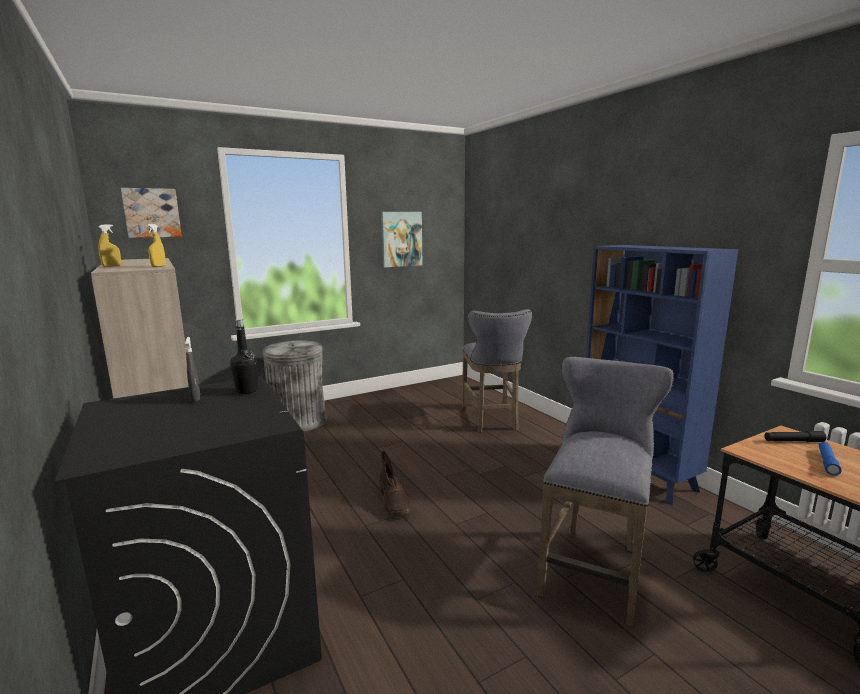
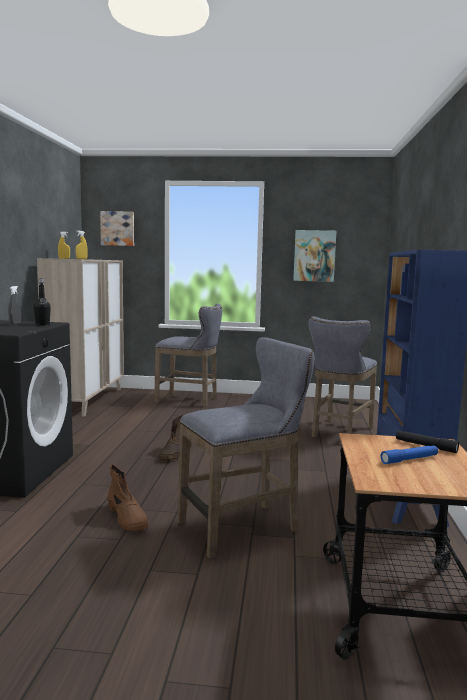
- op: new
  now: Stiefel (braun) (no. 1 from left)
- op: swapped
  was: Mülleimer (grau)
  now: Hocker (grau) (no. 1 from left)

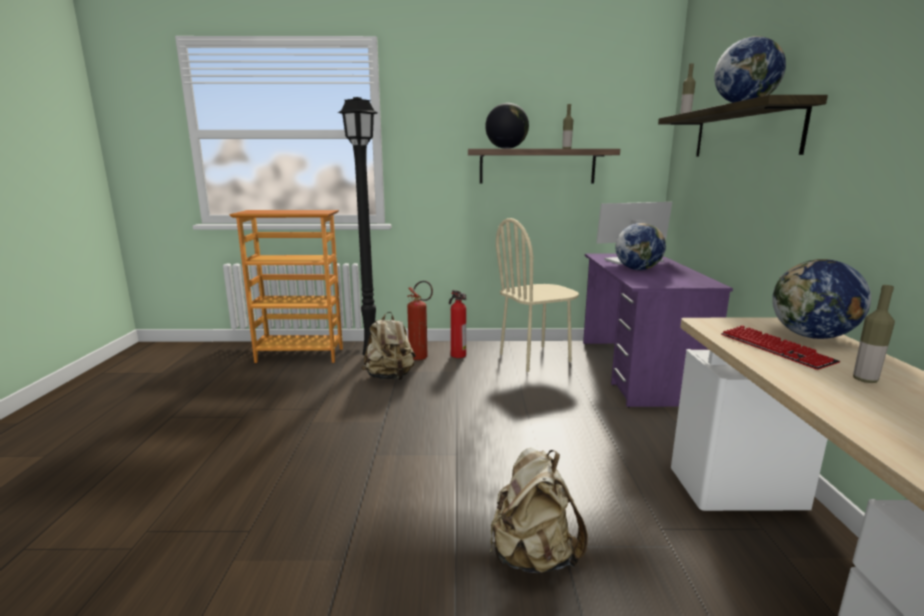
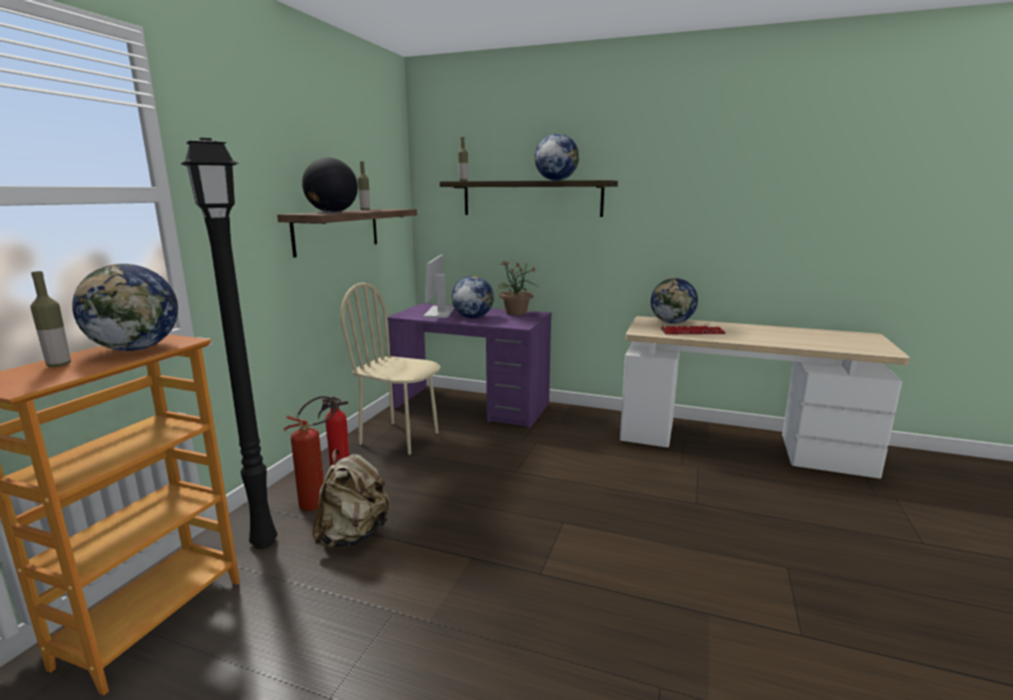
- op: shifted
  was: Flasche (no. 3 from left in the first image)
  now: Flasche (no. 1 from left)
- op: new
  now: Globus (no. 1 from left)
- op: rotated
  was: Stuhl (beige)
  clockwise: 120
- op: new
  now: Topfpflanze
- op: gone
  was: Rucksack (beige) (no. 2 from left)

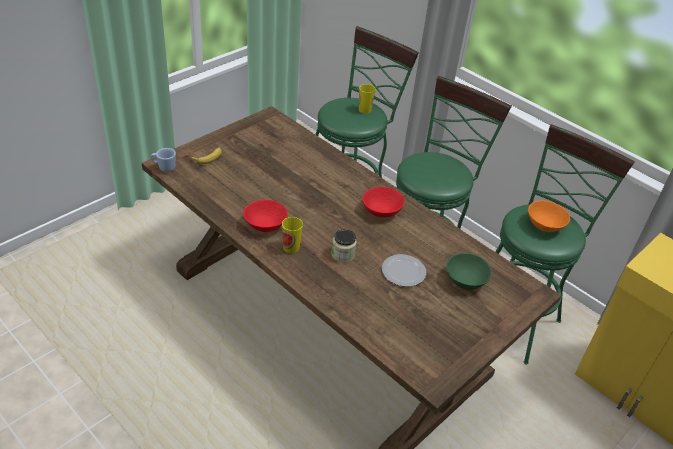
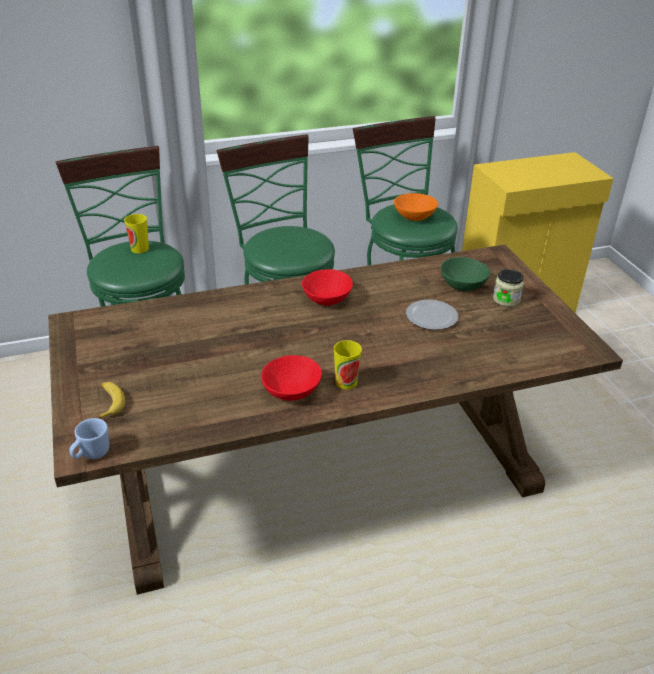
- op: shifted
  was: Vorratsglas

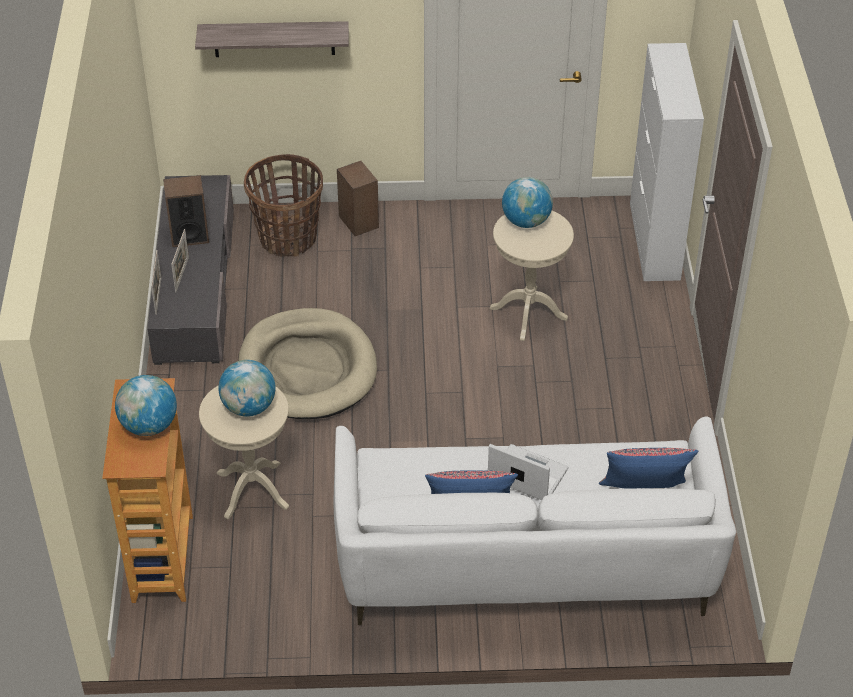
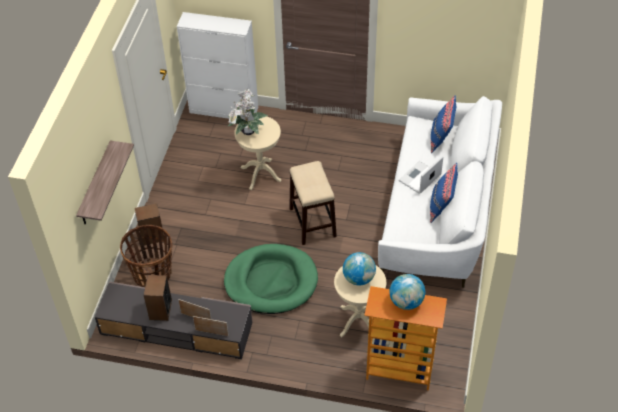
- op: repainted
  was: Hundebett (beige)
  now: Hundebett (grün)
- op: swapped
  was: Globus (no. 3 from left)
  now: Topfpflanze
- op: new
  now: Hocker

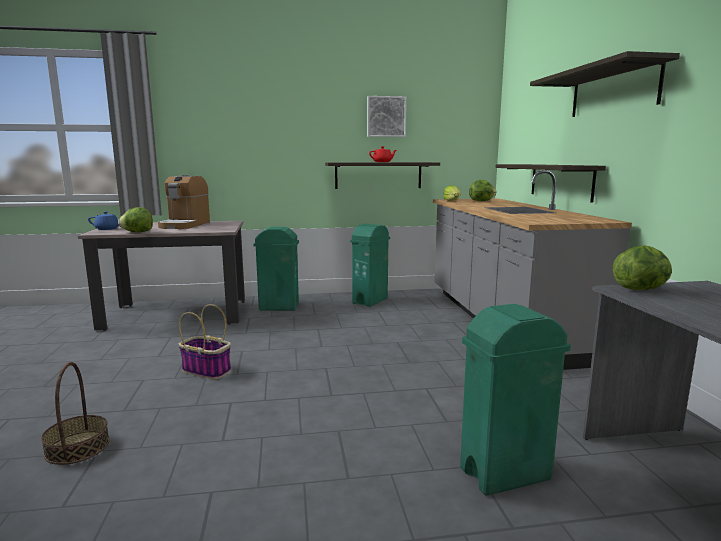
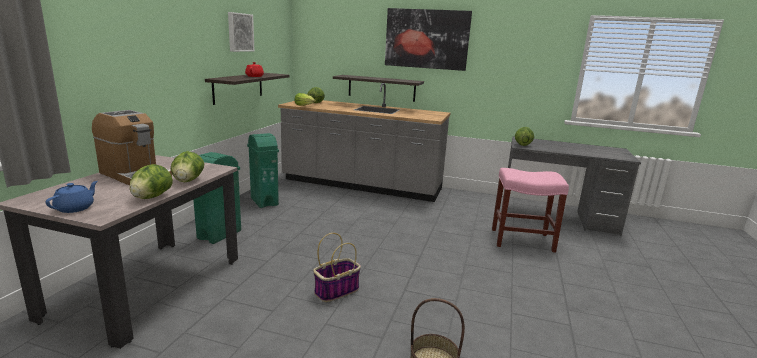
- op: new
  now: Salatkopf (no. 2 from left)
- op: swapped
  was: Wandregal (no. 3 from left)
  now: Bild (no. 2 from left)
- op: swapped
  was: Mülleimer (grün) (no. 3 from left)
  now: Hocker (rosa)

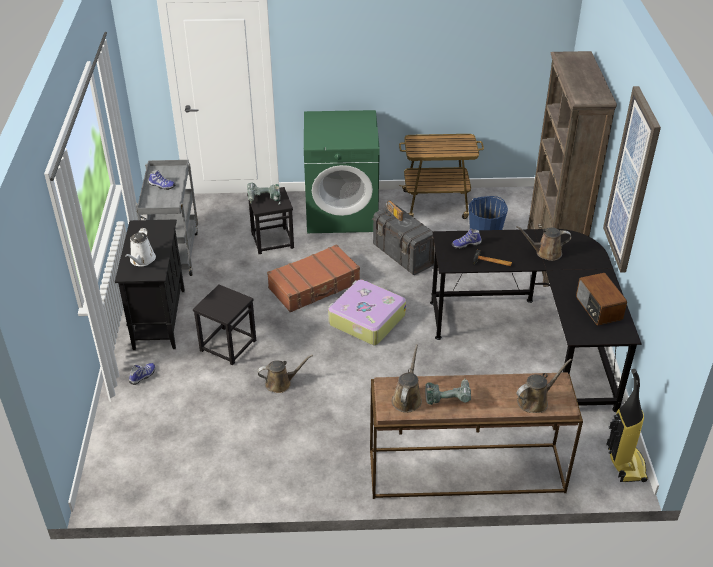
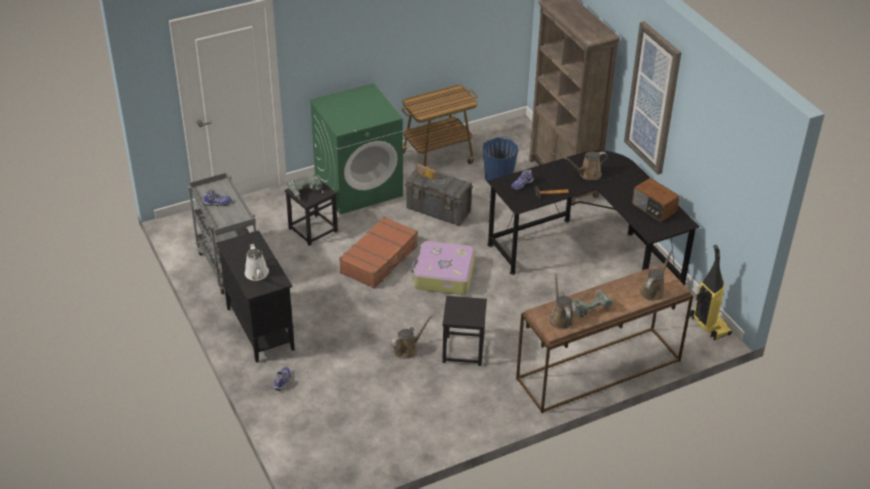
- op: shifted
  was: Hocker (schwarz) (no. 1 from left in the first image)
  now: Hocker (schwarz) (no. 2 from left)

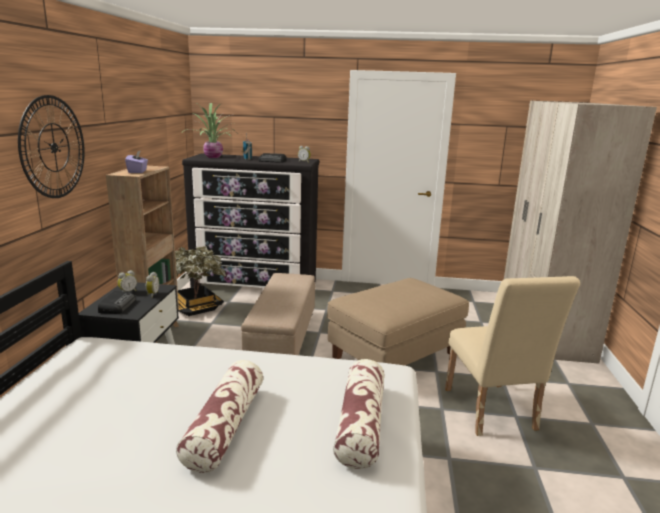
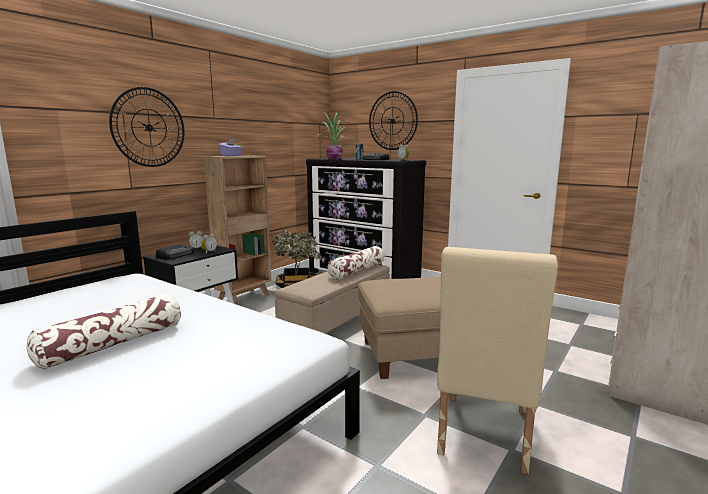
- op: shifted
  was: Kissen (no. 2 from left)
- op: new
  now: Wanduhr (no. 2 from left)

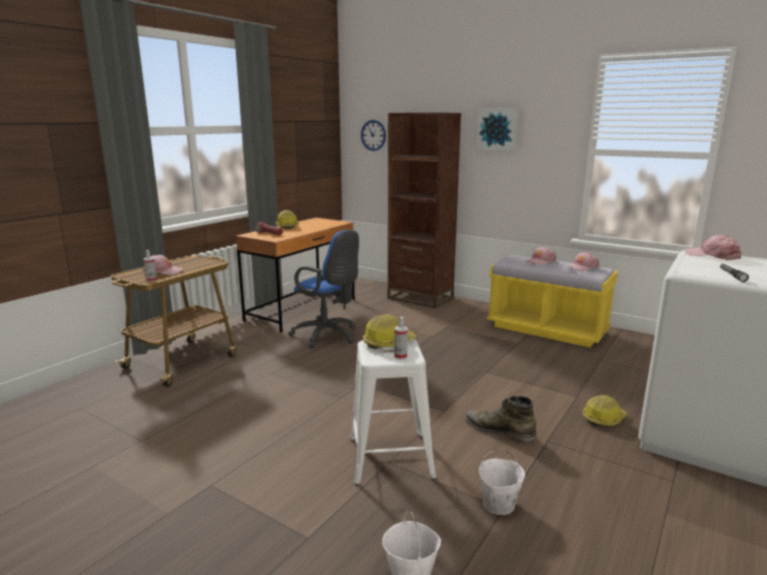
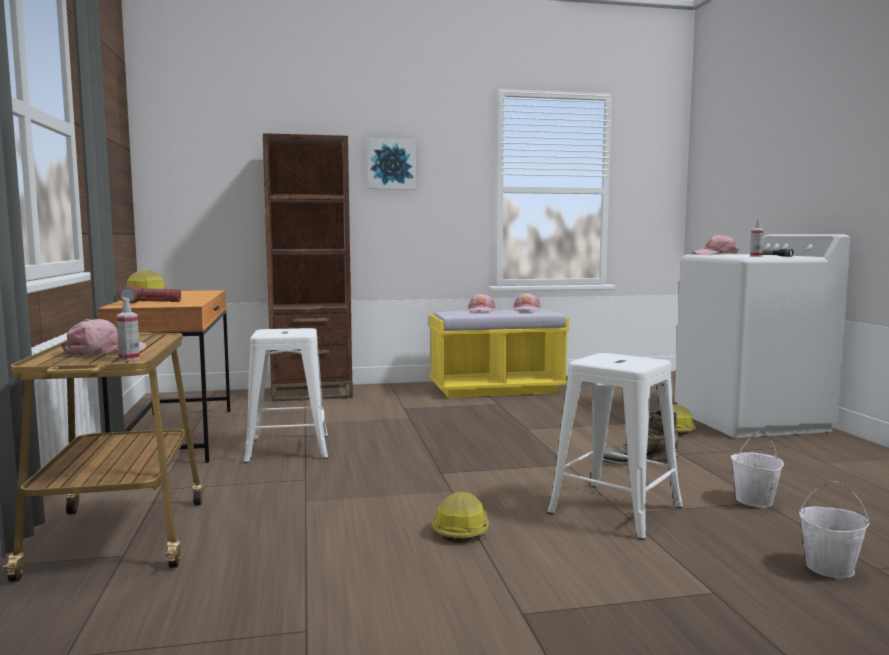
- op: swapped
  was: Bürostuhl (blau)
  now: Hocker (weiß) (no. 1 from left)
- op: shifted
  was: Schutzhelm (no. 2 from left)
- op: shifted
  was: Sprühflasche (no. 2 from left)
- op: gone
  was: Wanduhr

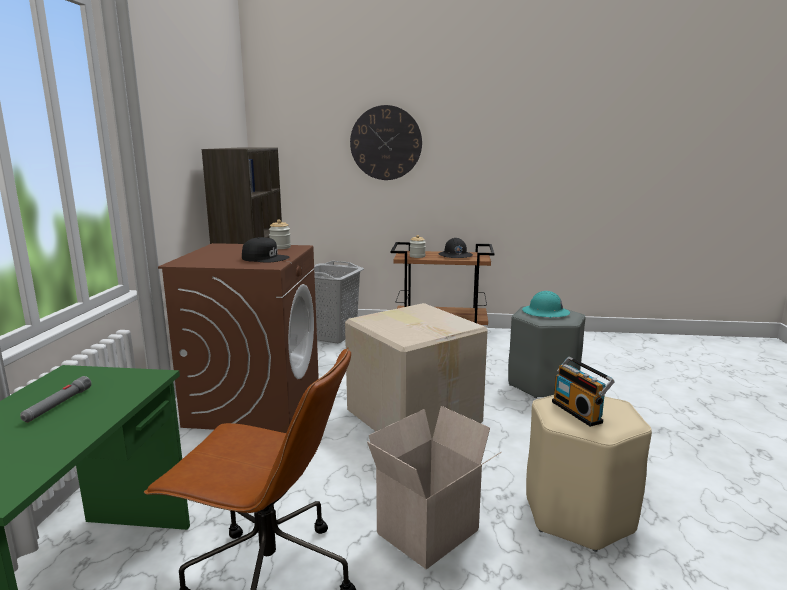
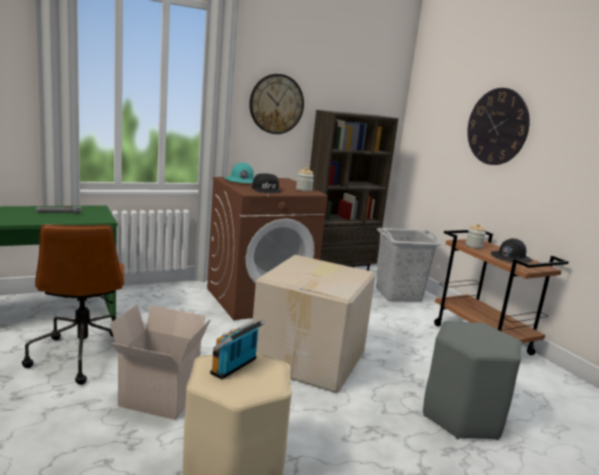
- op: shifted
  was: Schutzhelm (türkis)
- op: new
  now: Wanduhr (no. 1 from left)

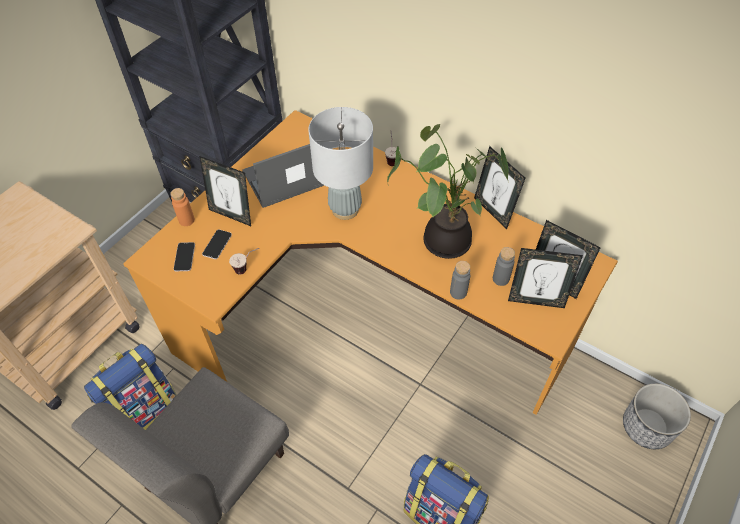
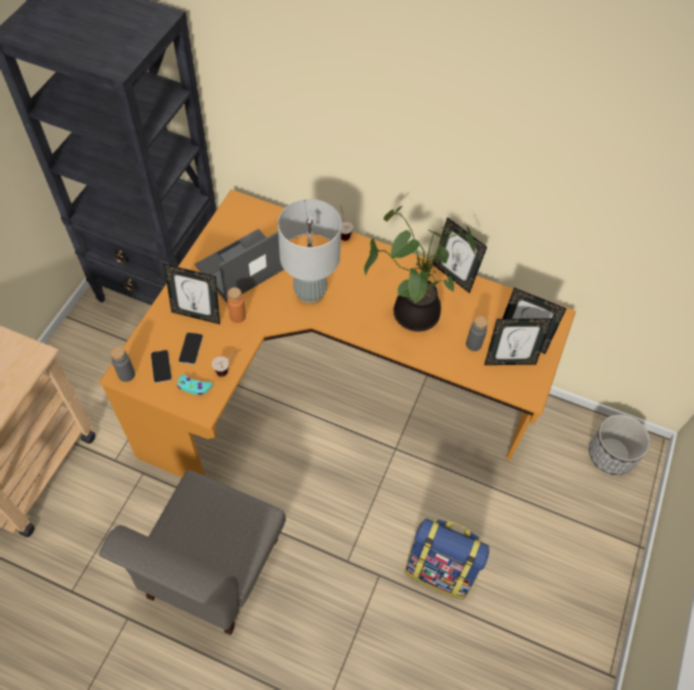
- op: shifted
  was: Flasche (grau) (no. 1 from left)
- op: new
  now: Gamepad (türkis)
- op: shifted
  was: Flasche (orange)
- op: gone
  was: Rucksack (no. 1 from left)

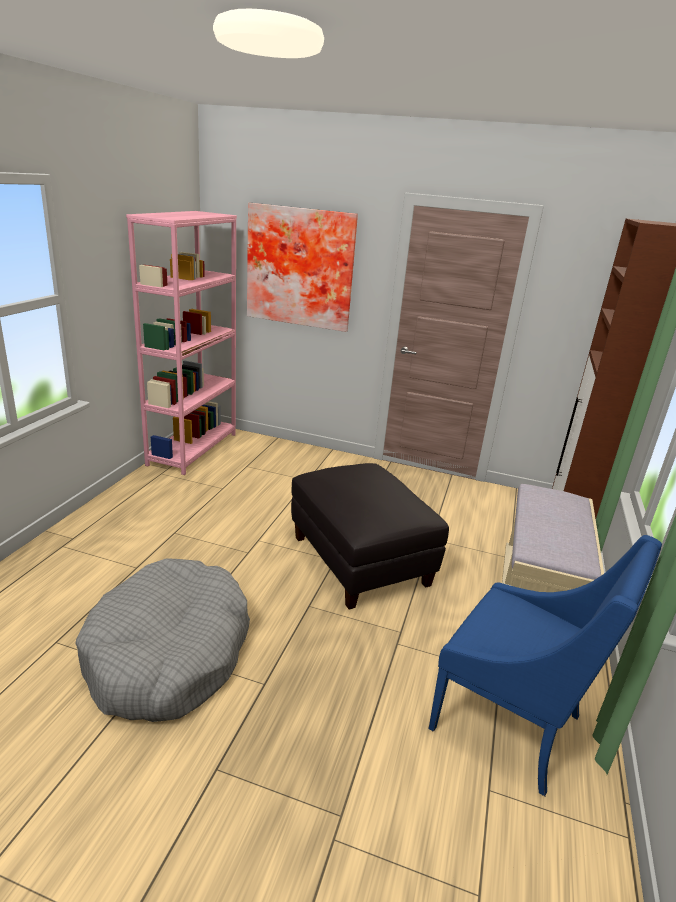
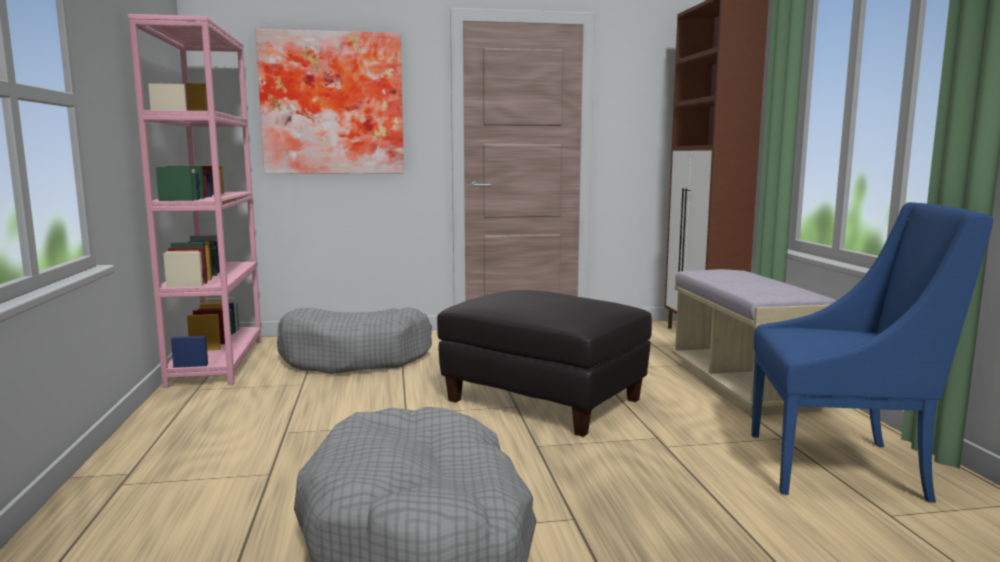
- op: new
  now: Hundebett (grau) (no. 1 from left)

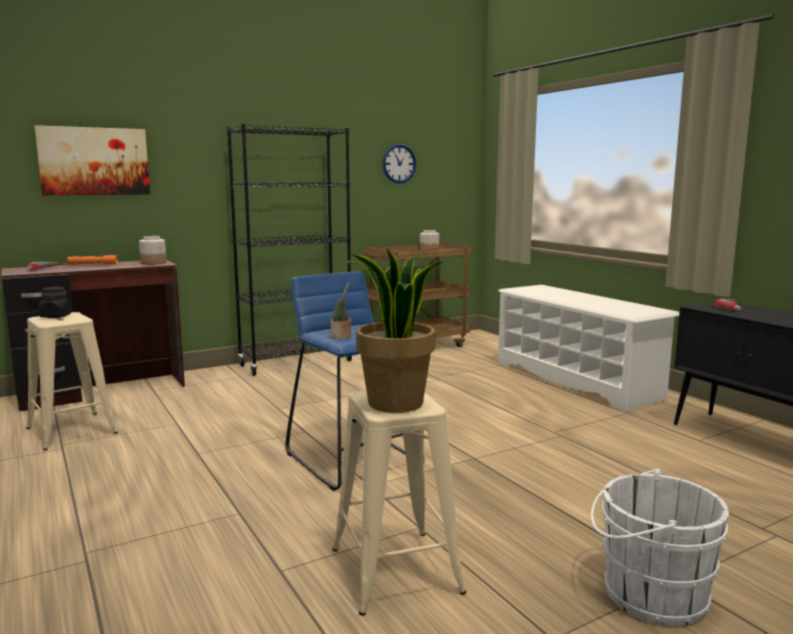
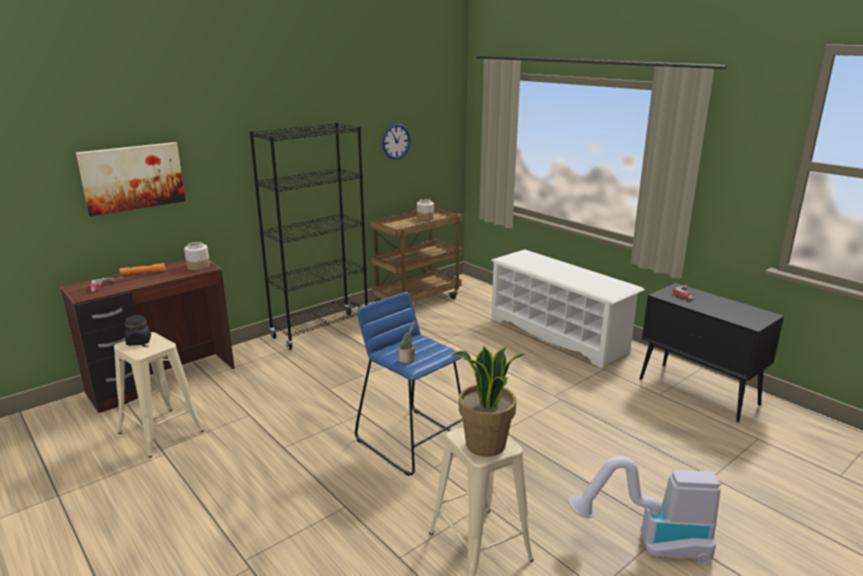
- op: swapped
  was: Eimer (weiß)
  now: Staubsauger

